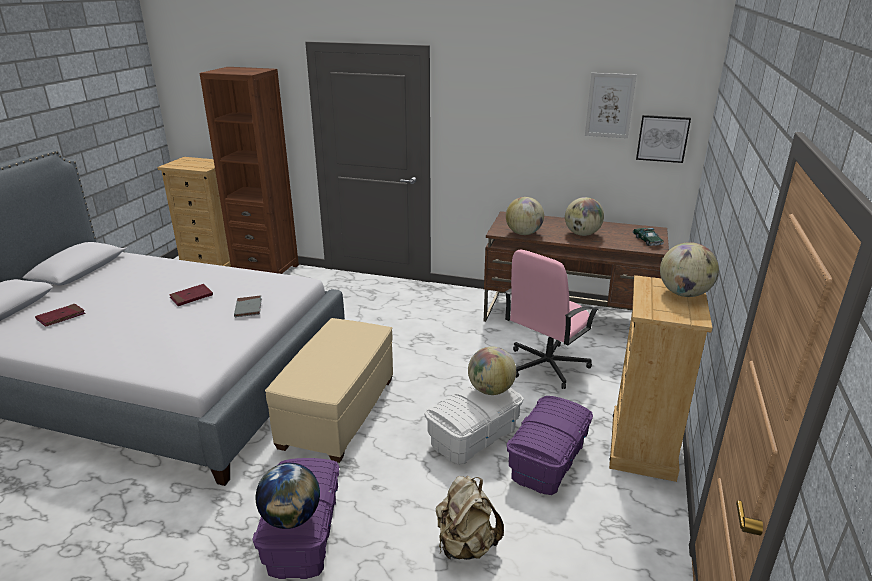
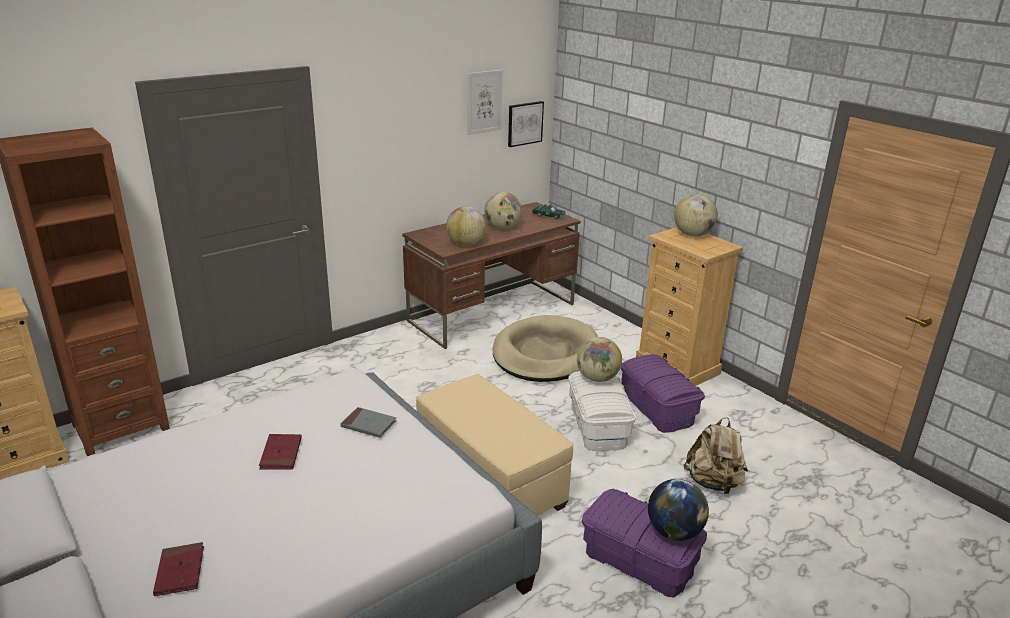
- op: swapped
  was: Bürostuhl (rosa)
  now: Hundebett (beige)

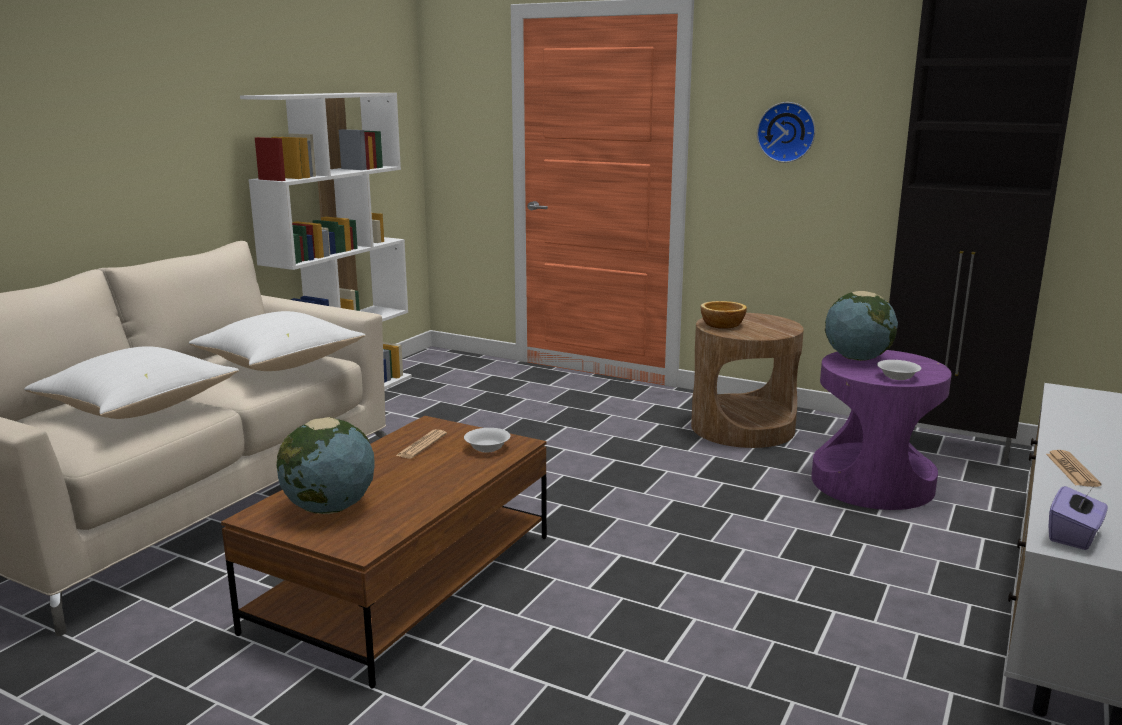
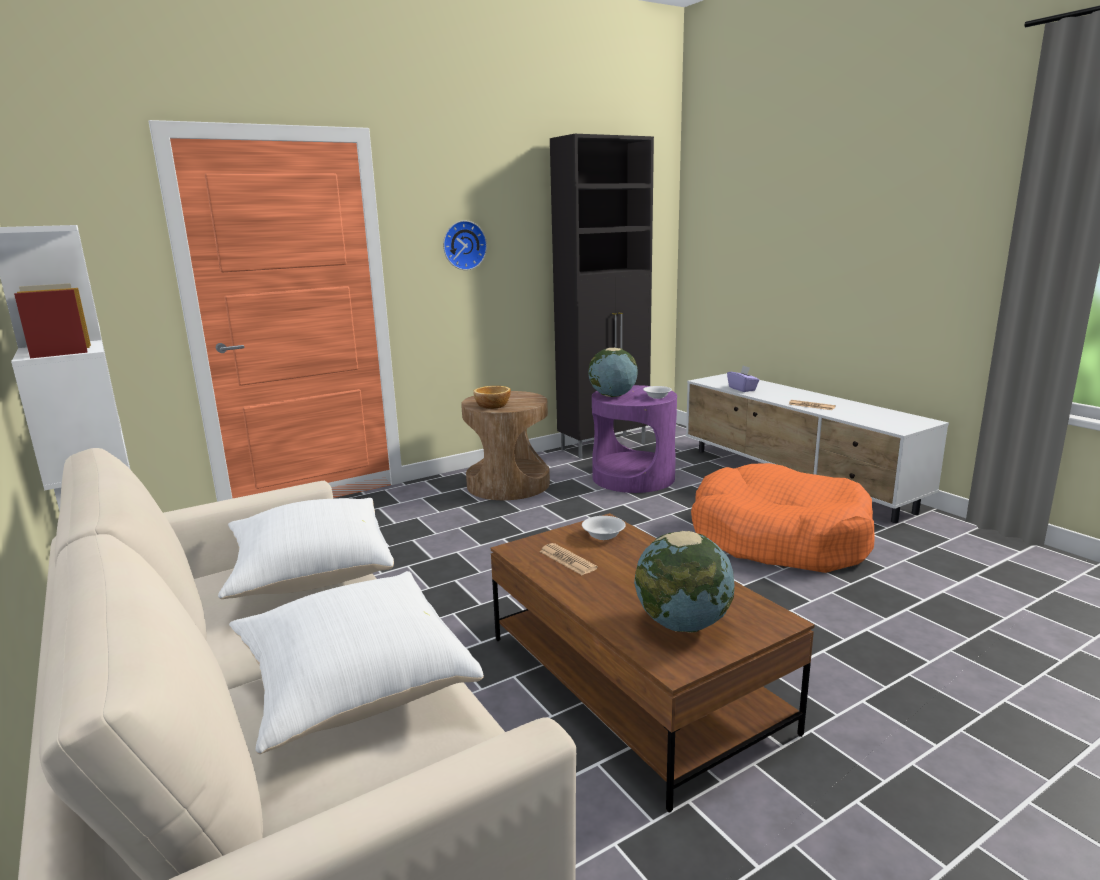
- op: new
  now: Hundebett (orange)
- op: shifted
  was: Taschentuchbox (lila)

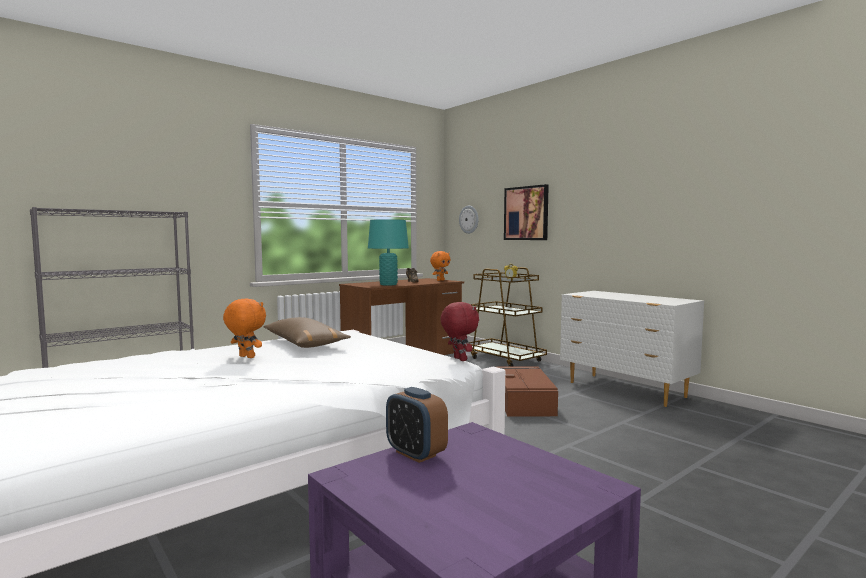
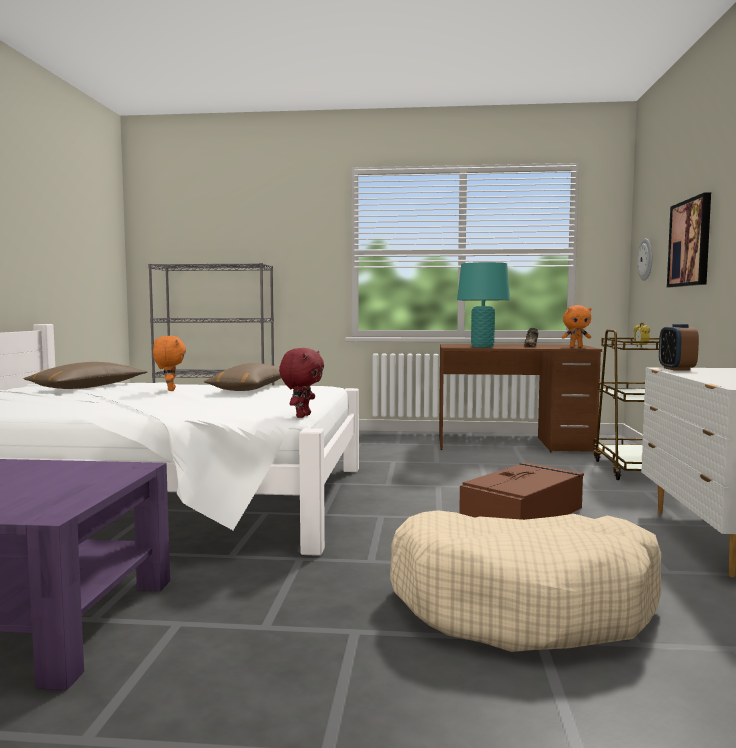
- op: new
  now: Kissen (braun) (no. 1 from left)
- op: new
  now: Hundebett (beige)
- op: shifted
  was: Wecker (no. 1 from left in the first image)
  now: Wecker (no. 2 from left)

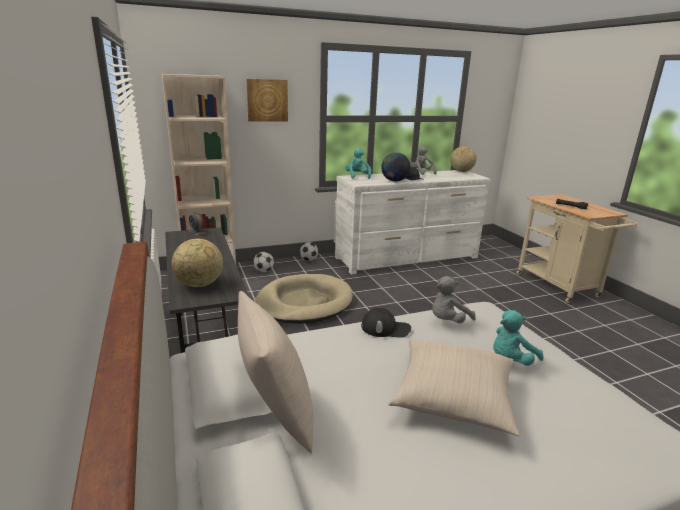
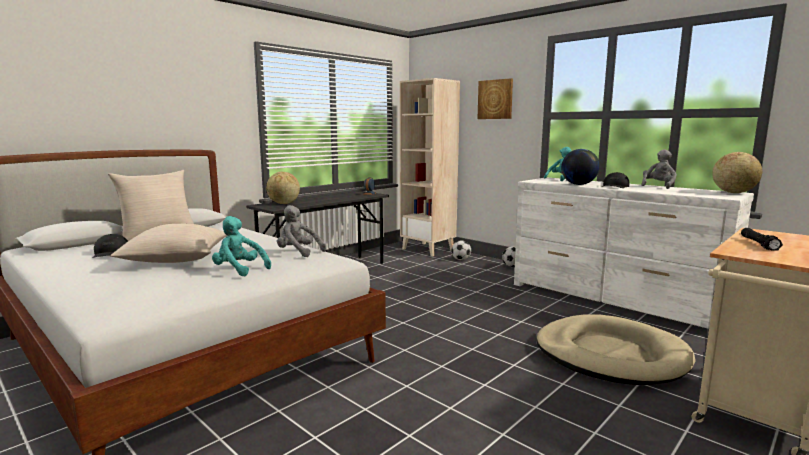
- op: shifted
  was: Kappe (schwarz) (no. 1 from left)
- op: shifted
  was: Hundebett (beige)

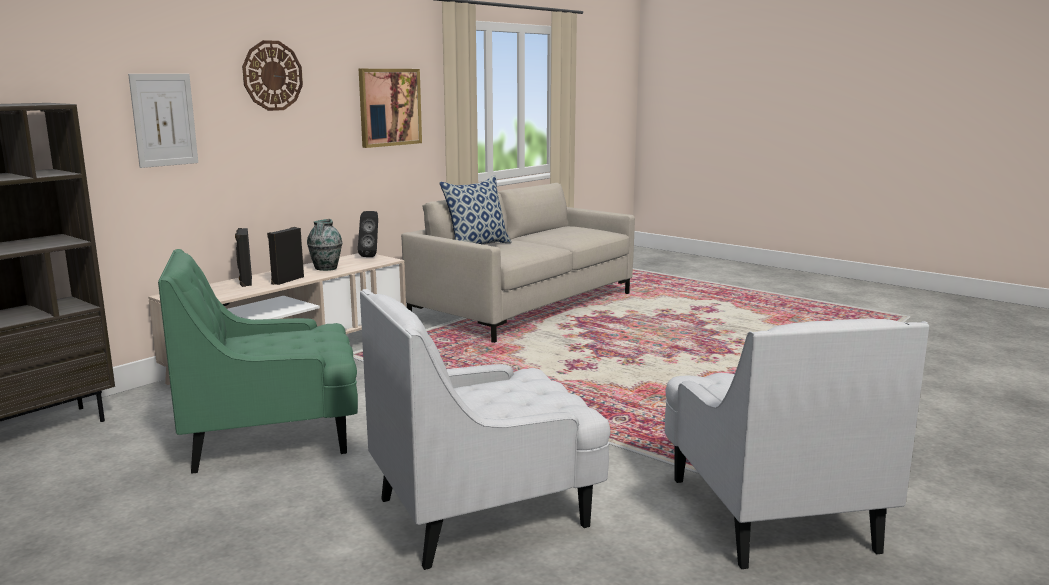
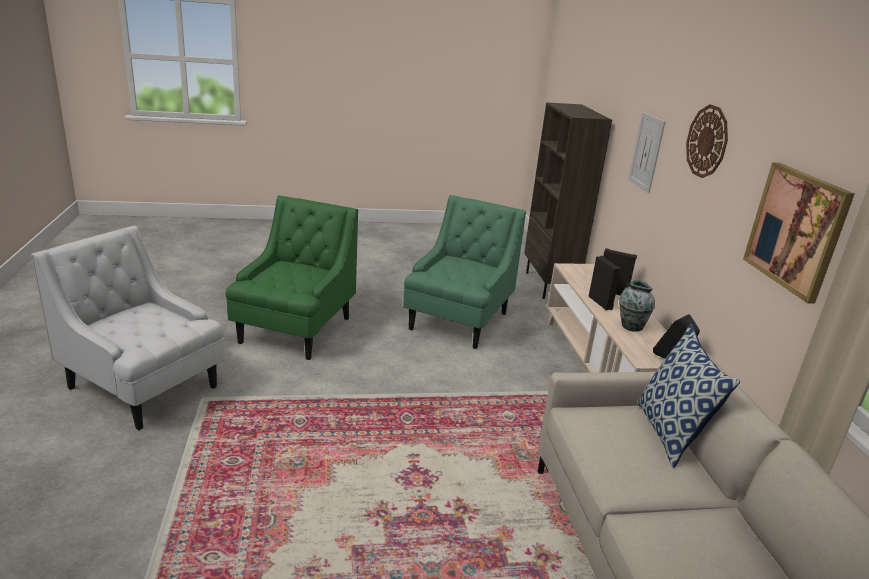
- op: repainted
  was: Sessel (weiß) (no. 1 from left)
  now: Sessel (grün) (no. 1 from left)

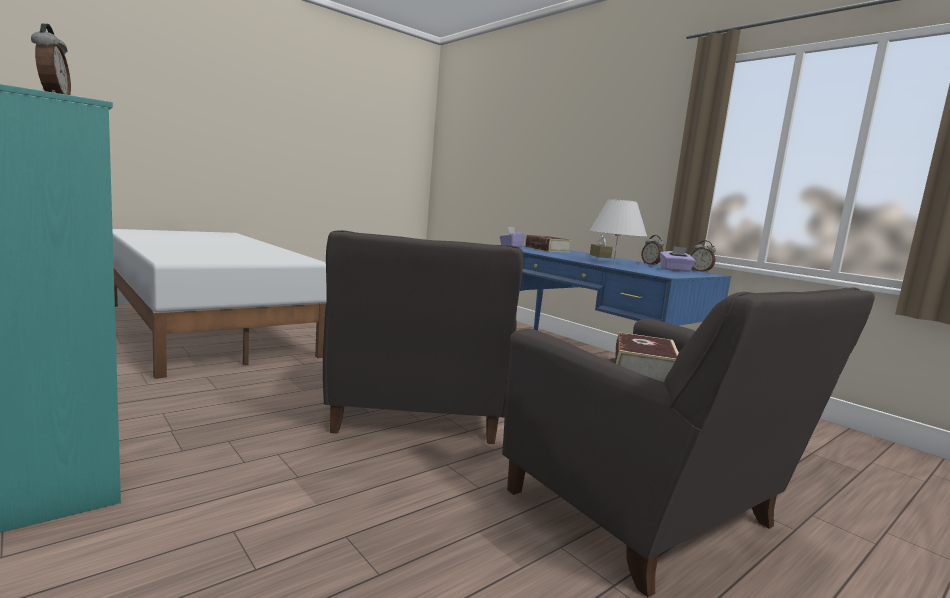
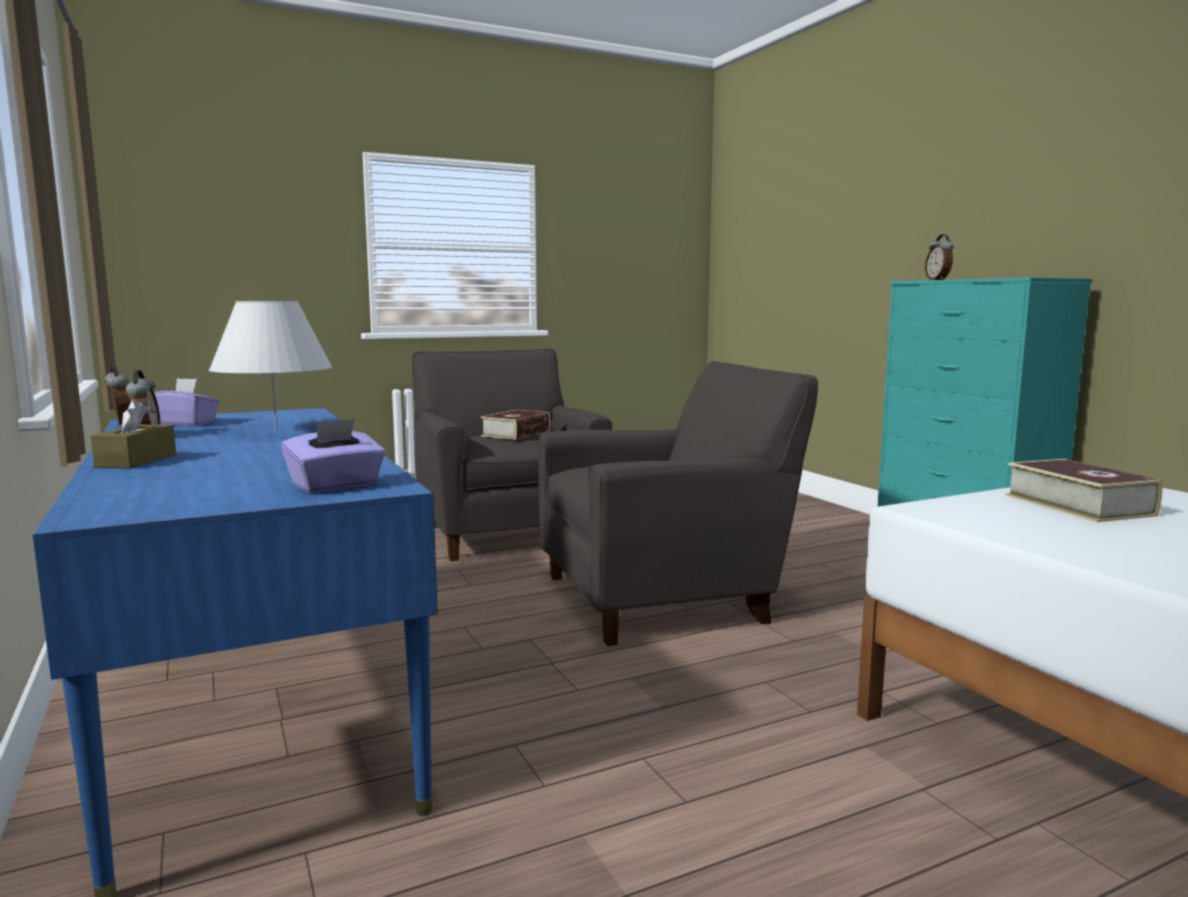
- op: rotated
  was: Sessel (grau) (no. 1 from left in the first image)
  clockwise: 60
- op: shifted
  was: Buch (no. 1 from left in the first image)
  now: Buch (no. 2 from left)

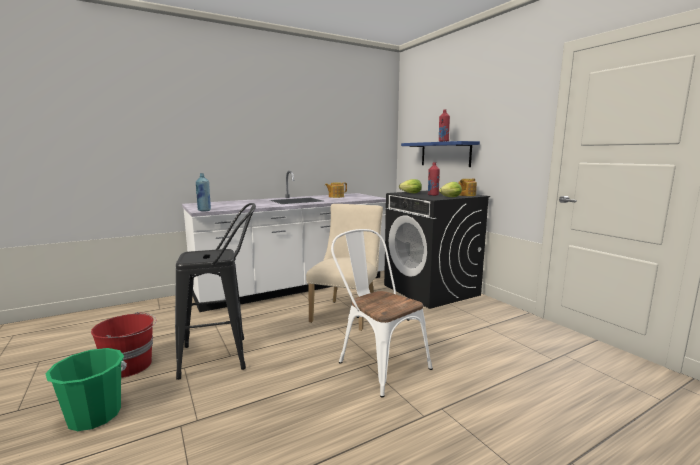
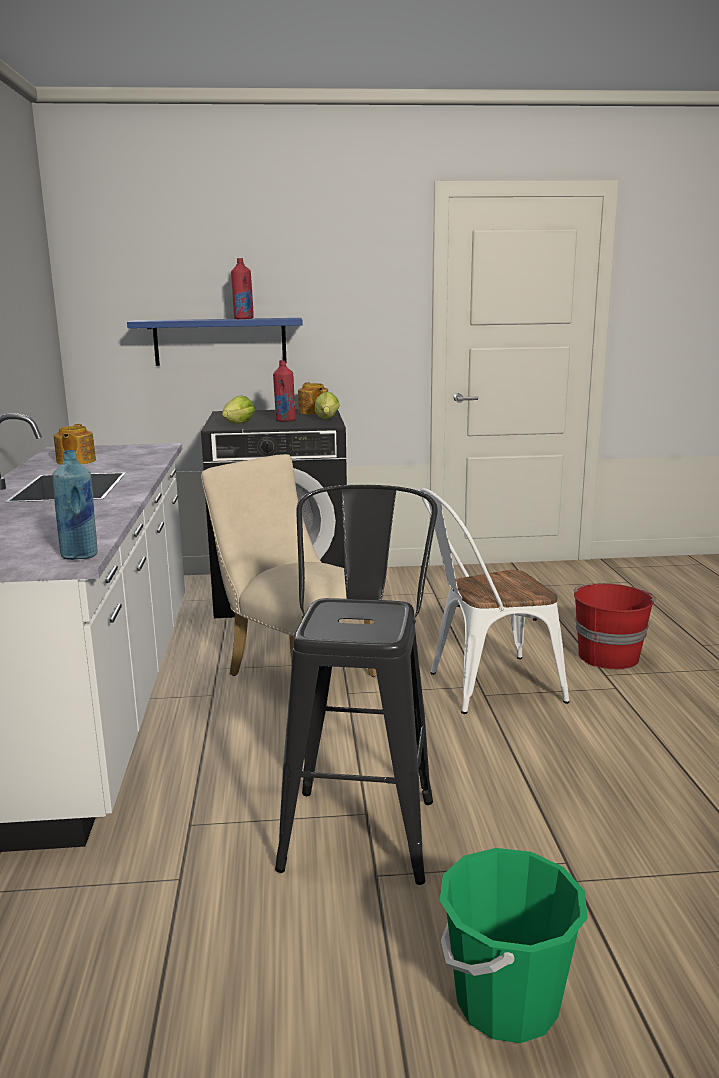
- op: shifted
  was: Eimer (rot)

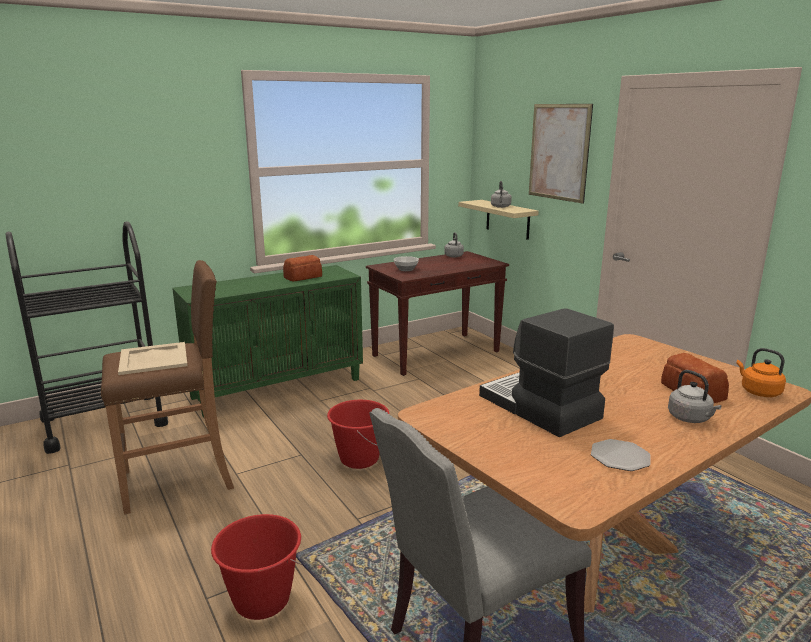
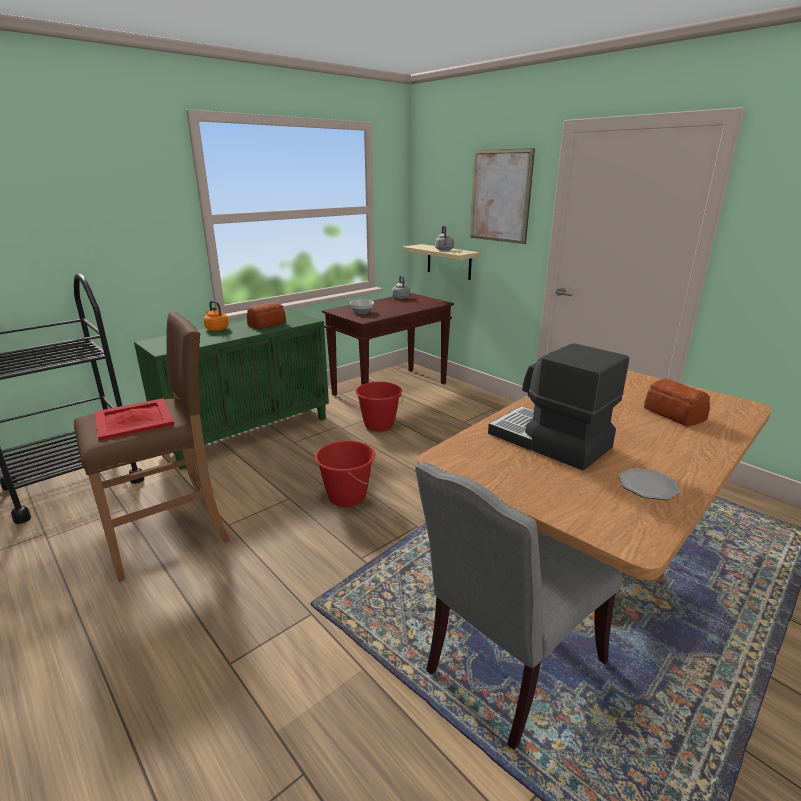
- op: repainted
  was: Tablett (beige)
  now: Tablett (rot)
- op: shifted
  was: Wasserkessel (orange)
- op: shifted
  was: Eimer (rot) (no. 1 from left in the first image)
  now: Eimer (rot) (no. 2 from left)
- op: gone
  was: Wasserkessel (grau) (no. 3 from left)

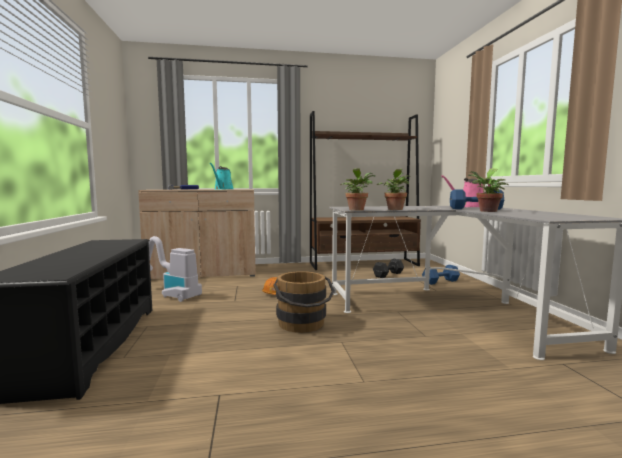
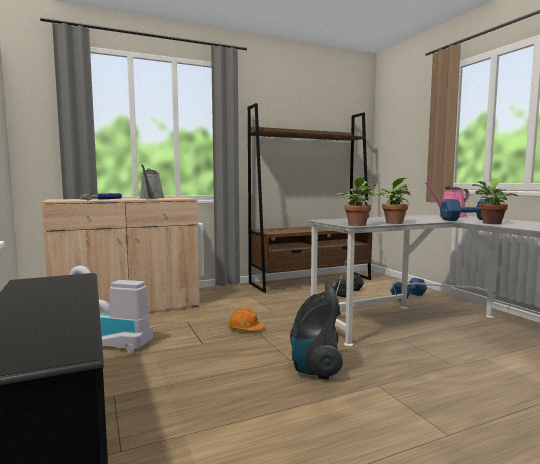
- op: repainted
  was: Gießkanne (türkis)
  now: Gießkanne (grau)
- op: swapped
  was: Eimer (braun)
  now: Staubsauger (no. 2 from left)

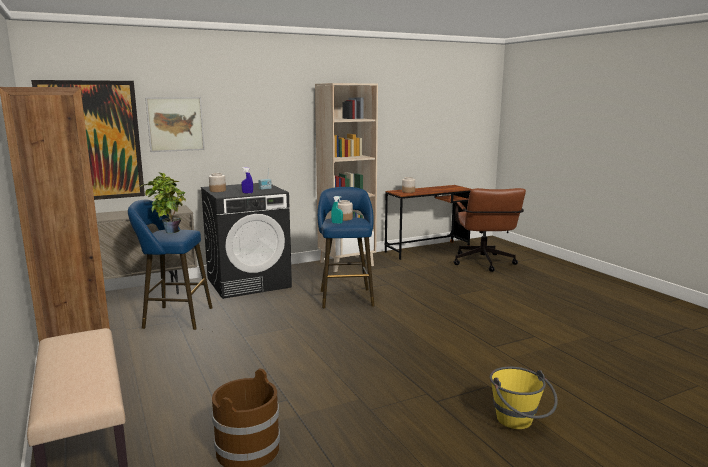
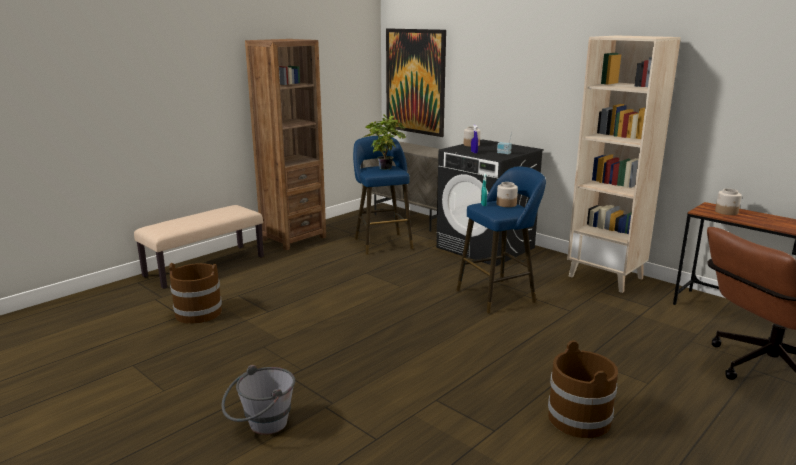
- op: repainted
  was: Eimer (gelb)
  now: Eimer (grau)
- op: new
  now: Eimer (braun) (no. 2 from left)
- op: gone
  was: Bild (no. 2 from left)

